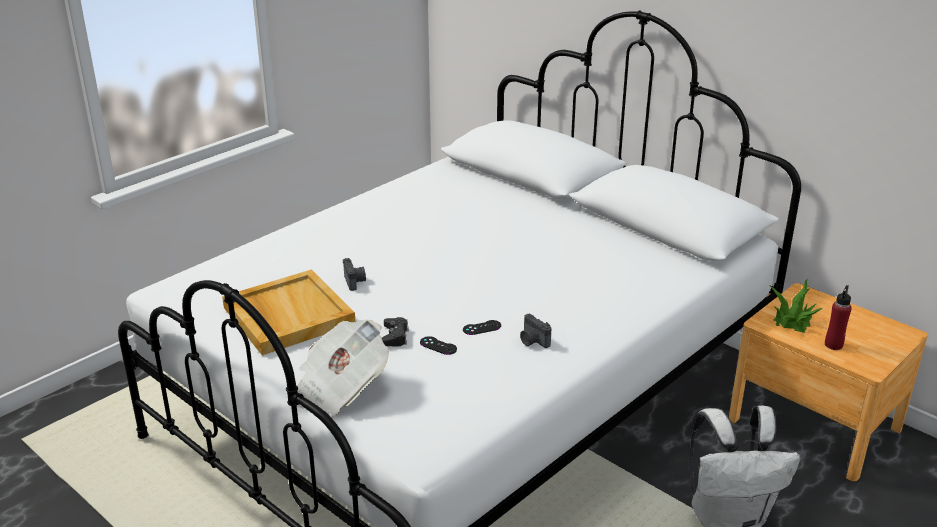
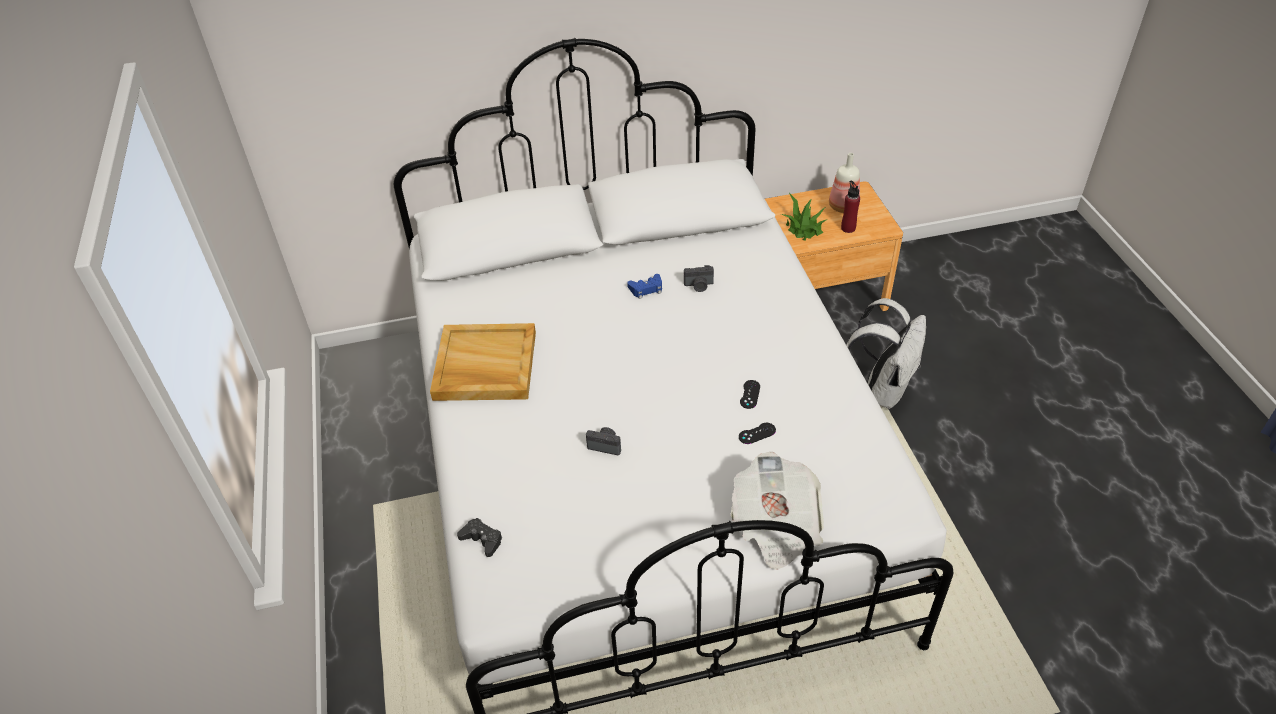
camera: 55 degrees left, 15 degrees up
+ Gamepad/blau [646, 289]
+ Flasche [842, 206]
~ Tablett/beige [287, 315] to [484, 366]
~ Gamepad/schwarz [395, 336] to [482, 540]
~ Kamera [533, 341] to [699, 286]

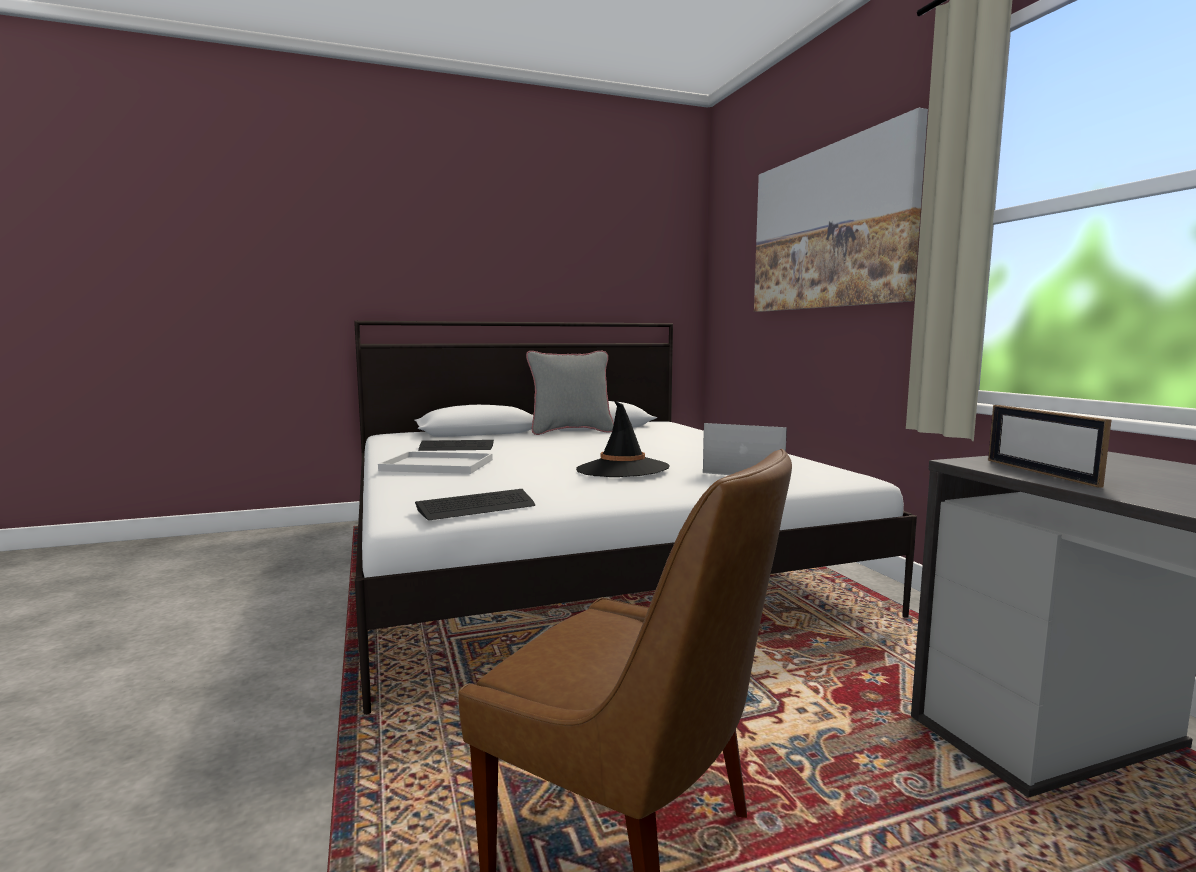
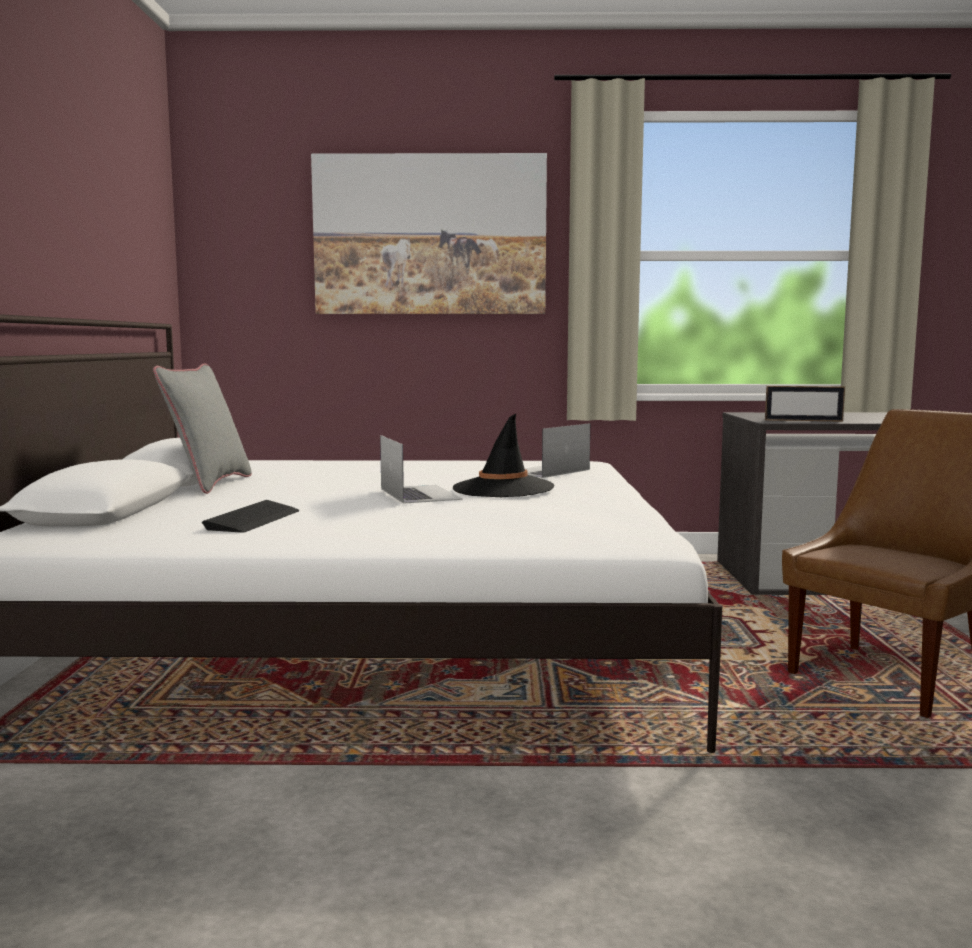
camera: 70 degrees left, 0 degrees up
- Tablett/weiß [440, 465]
- Tastatur [476, 507]
+ Laptop [419, 494]

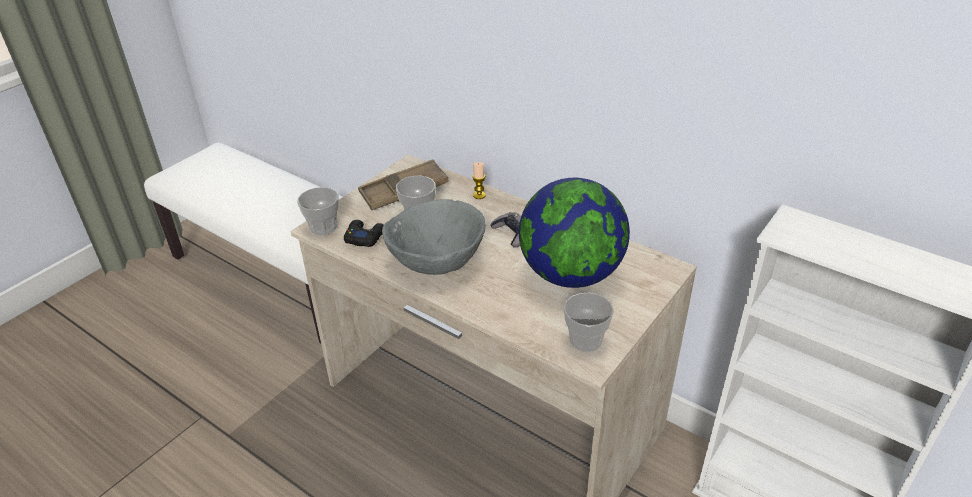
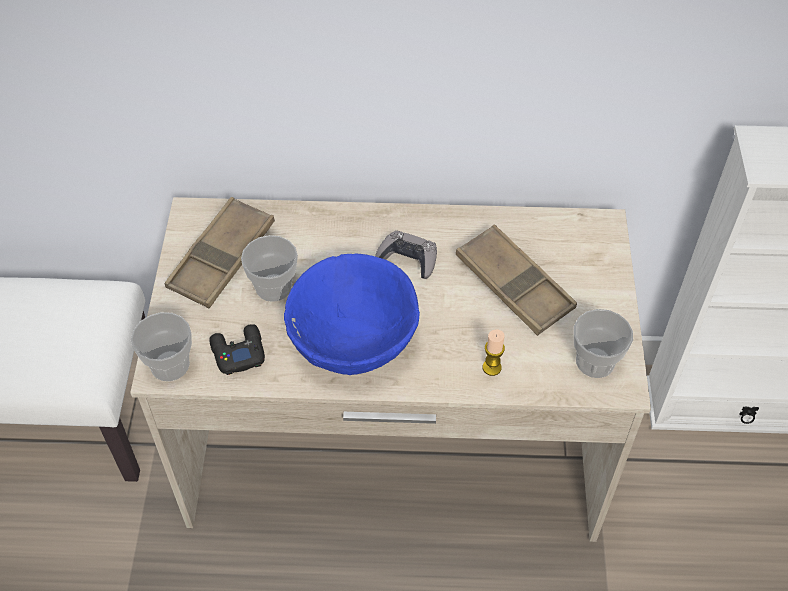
camera: 35 degrees left, 15 degrees up
~ Kerze [479, 195] to [492, 367]
~ Globus [570, 274] to Tablett/braun [514, 285]
~ Schüssel/grau [436, 258] to Schüssel/blau [351, 339]

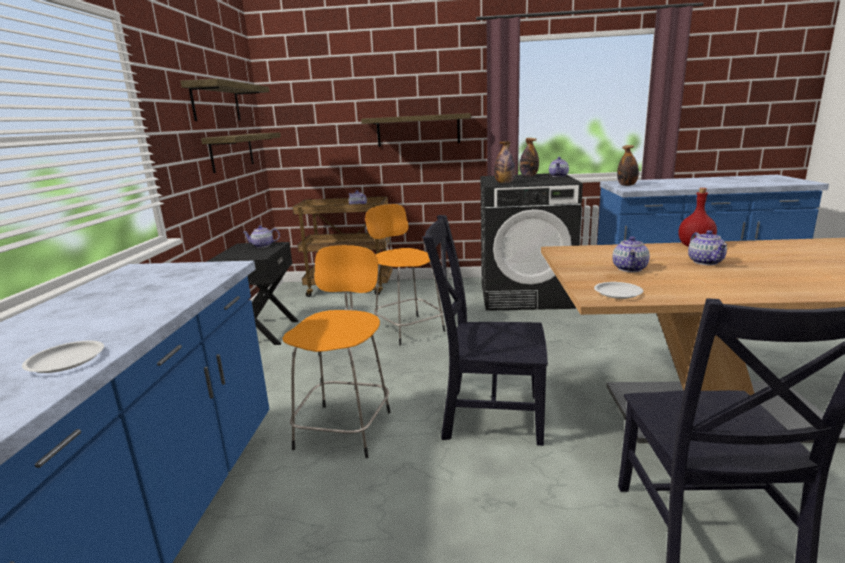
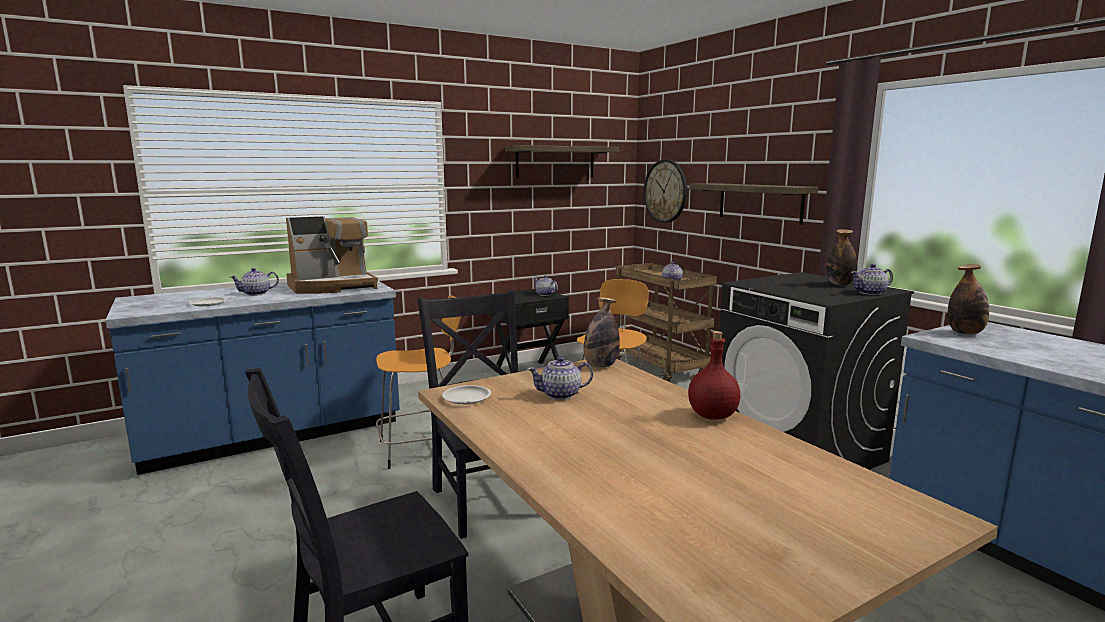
camera: 55 degrees right, 5 degrees down
- Wandregal [232, 152]
+ Kaffeemaschine [333, 286]
+ Wanduhr [665, 191]
~ Flasche [504, 183] to [600, 366]
~ Teekanne [705, 262] to [256, 293]

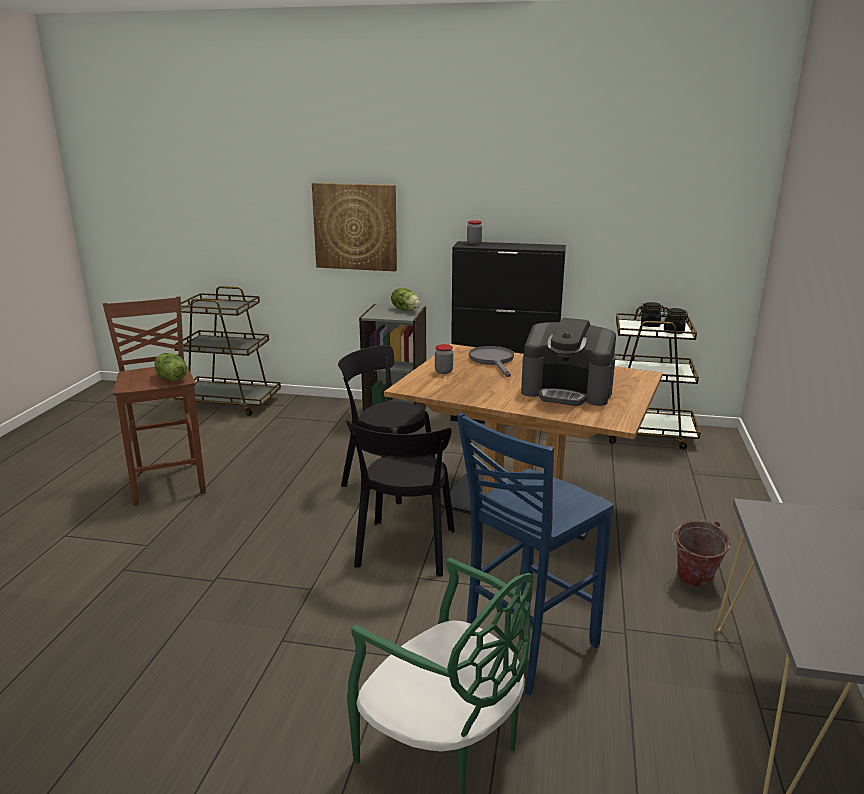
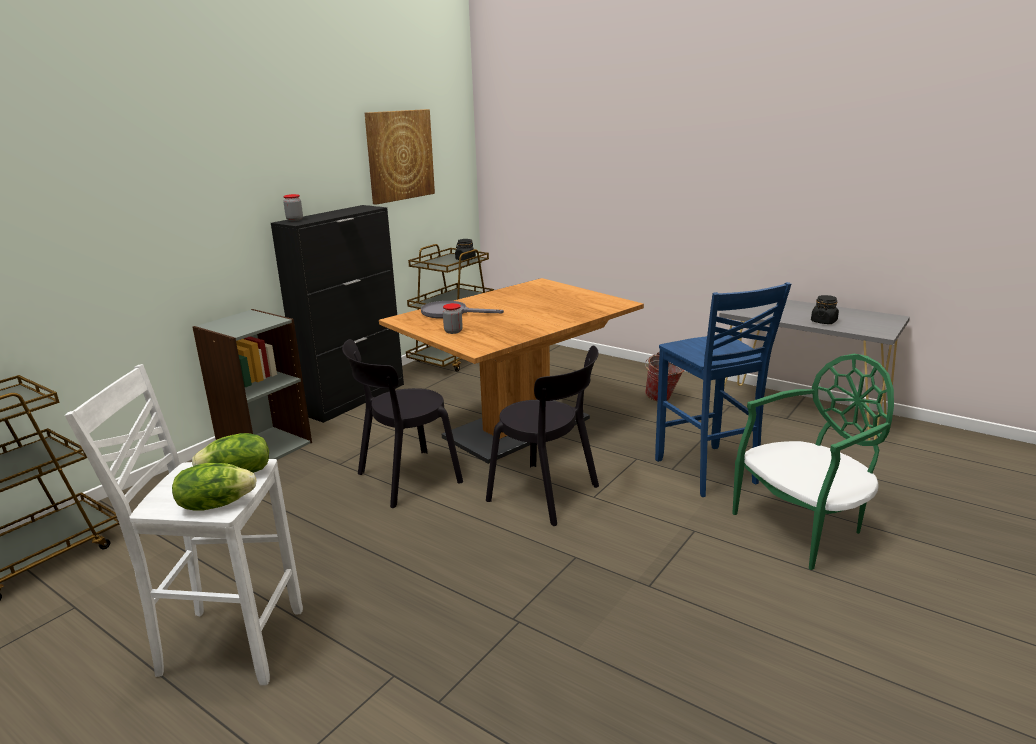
camera: 65 degrees left, 0 degrees up
- Kaffeemaschine [567, 391]
~ Bild [355, 227] to [399, 155]
~ Salatkopf [406, 309] to [215, 504]
~ Vorratsglas/schwarz [650, 325] to [823, 321]
~ Hocker/braun [169, 481] to Hocker/weiß [228, 643]

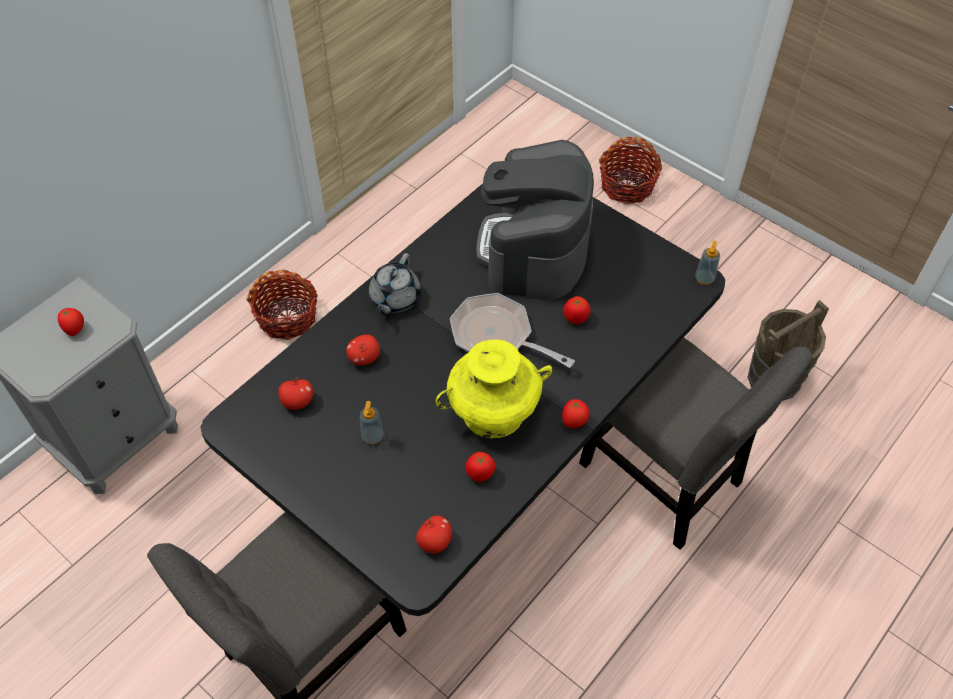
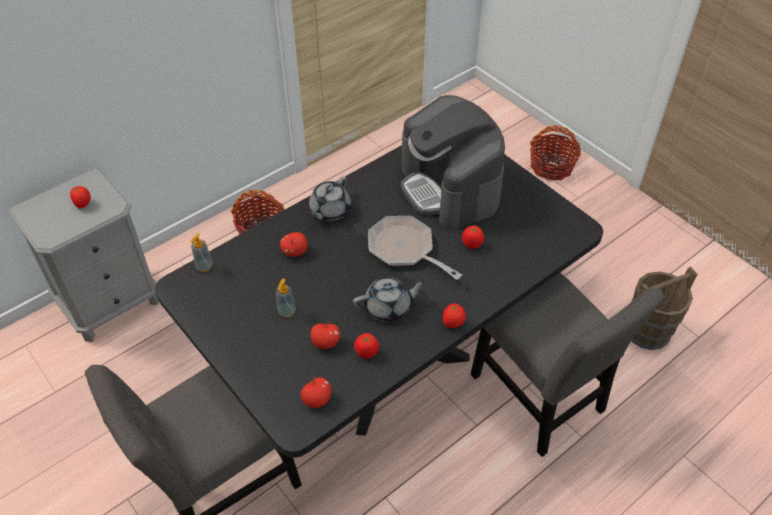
camera: 10 degrees right, 5 degrees down
~ Apfel [297, 402] to [325, 343]
~ Seifenspender [704, 279] to [204, 266]
~ Vase/gelb [494, 413] to Teekanne/grau [388, 307]
~ Kaffeemaschine [534, 249] = [449, 188] 45 degrees counterclockwise

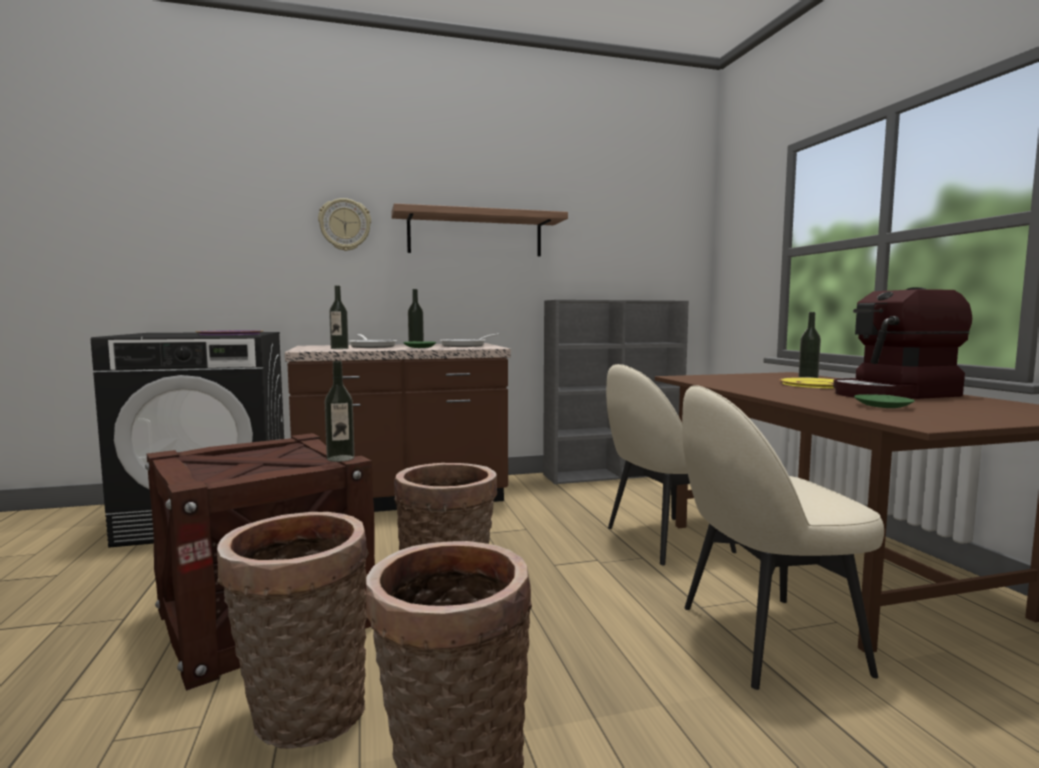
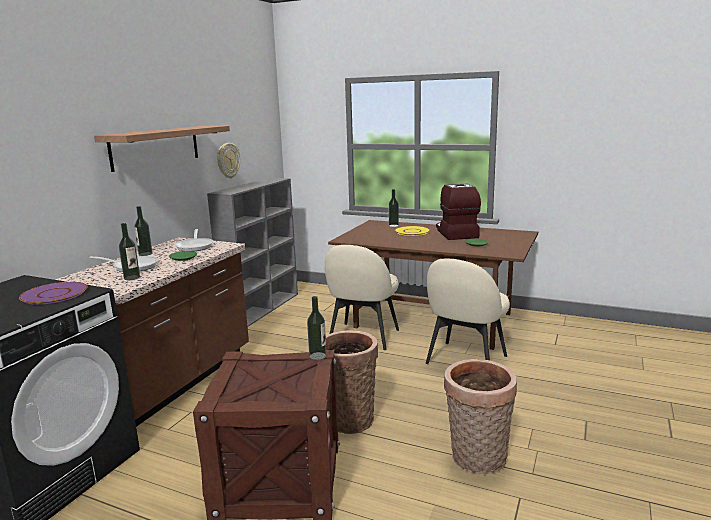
camera: 50 degrees left, 10 degrees up
- Korb [302, 716]
~ Wanduhr [345, 225] to [228, 160]
~ Kaffeemaschine [894, 394] = [455, 233] 150 degrees clockwise

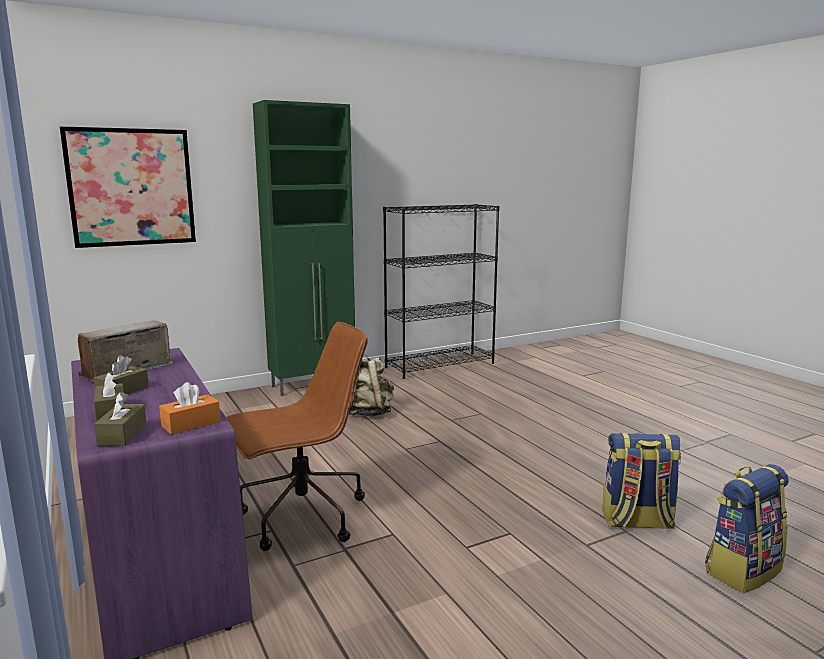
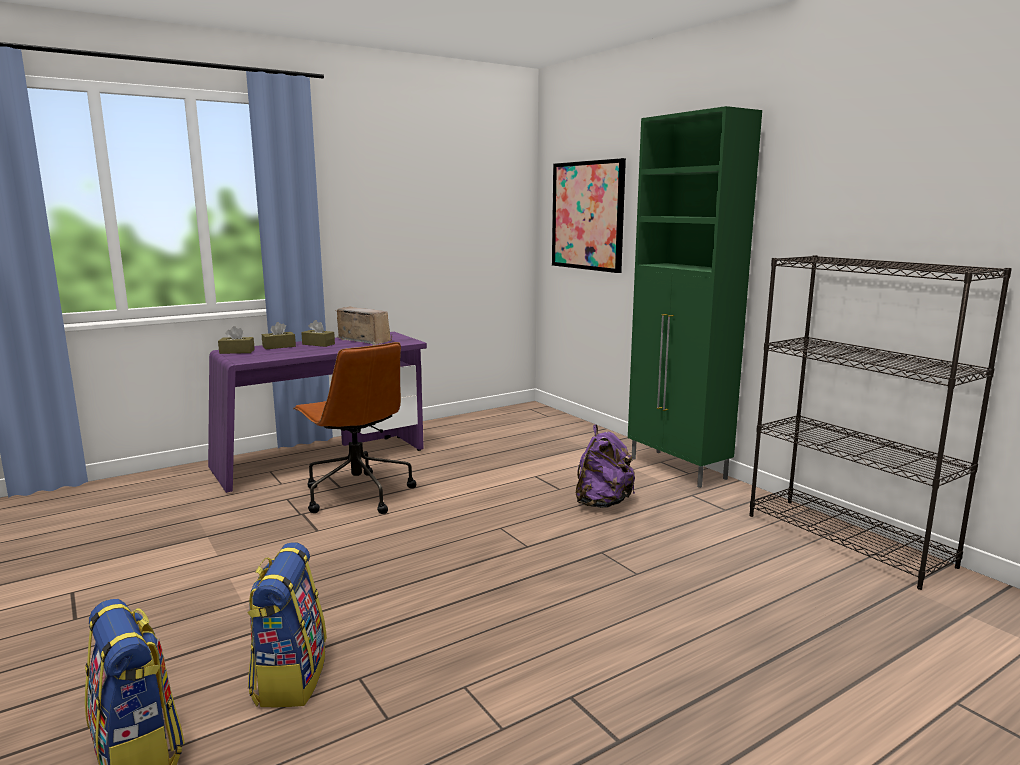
camera: 85 degrees right, 0 degrees up
- Taschentuchbox/orange [191, 424]
~ Rucksack/beige [369, 413] to Rucksack/lila [602, 503]

